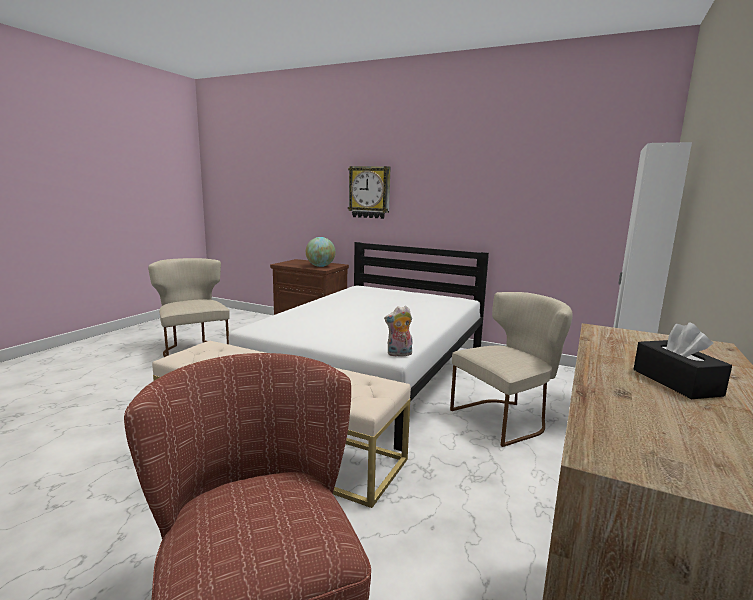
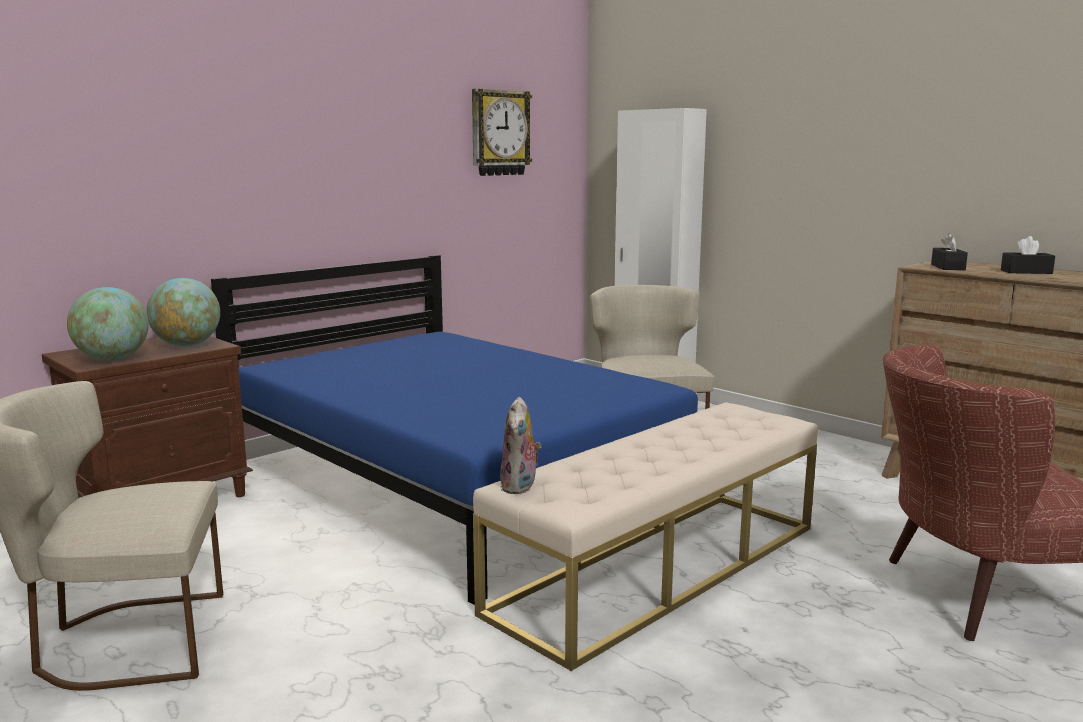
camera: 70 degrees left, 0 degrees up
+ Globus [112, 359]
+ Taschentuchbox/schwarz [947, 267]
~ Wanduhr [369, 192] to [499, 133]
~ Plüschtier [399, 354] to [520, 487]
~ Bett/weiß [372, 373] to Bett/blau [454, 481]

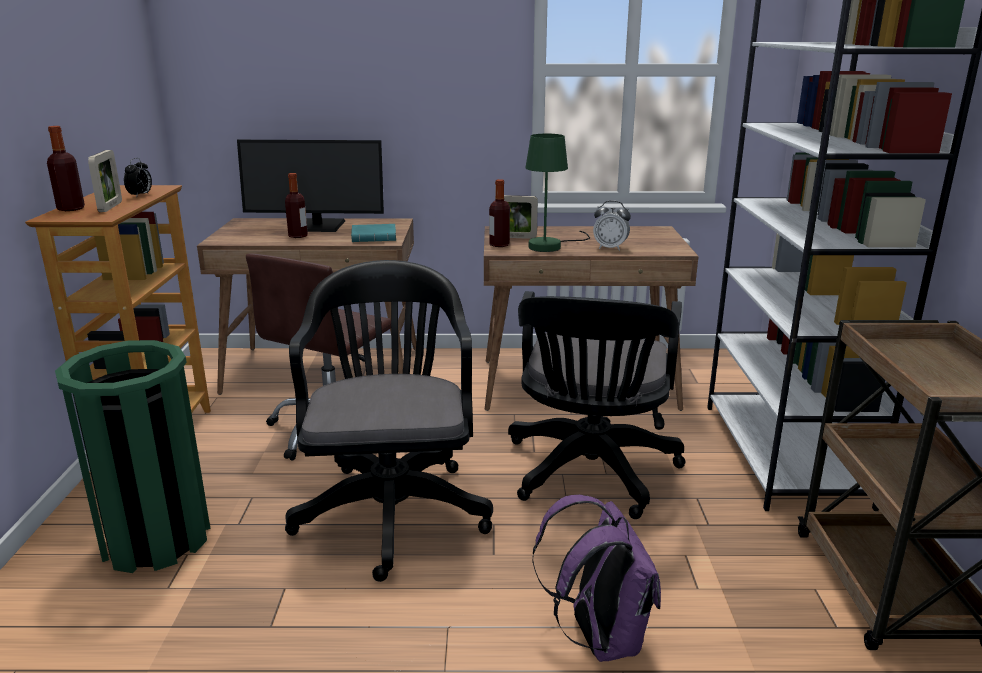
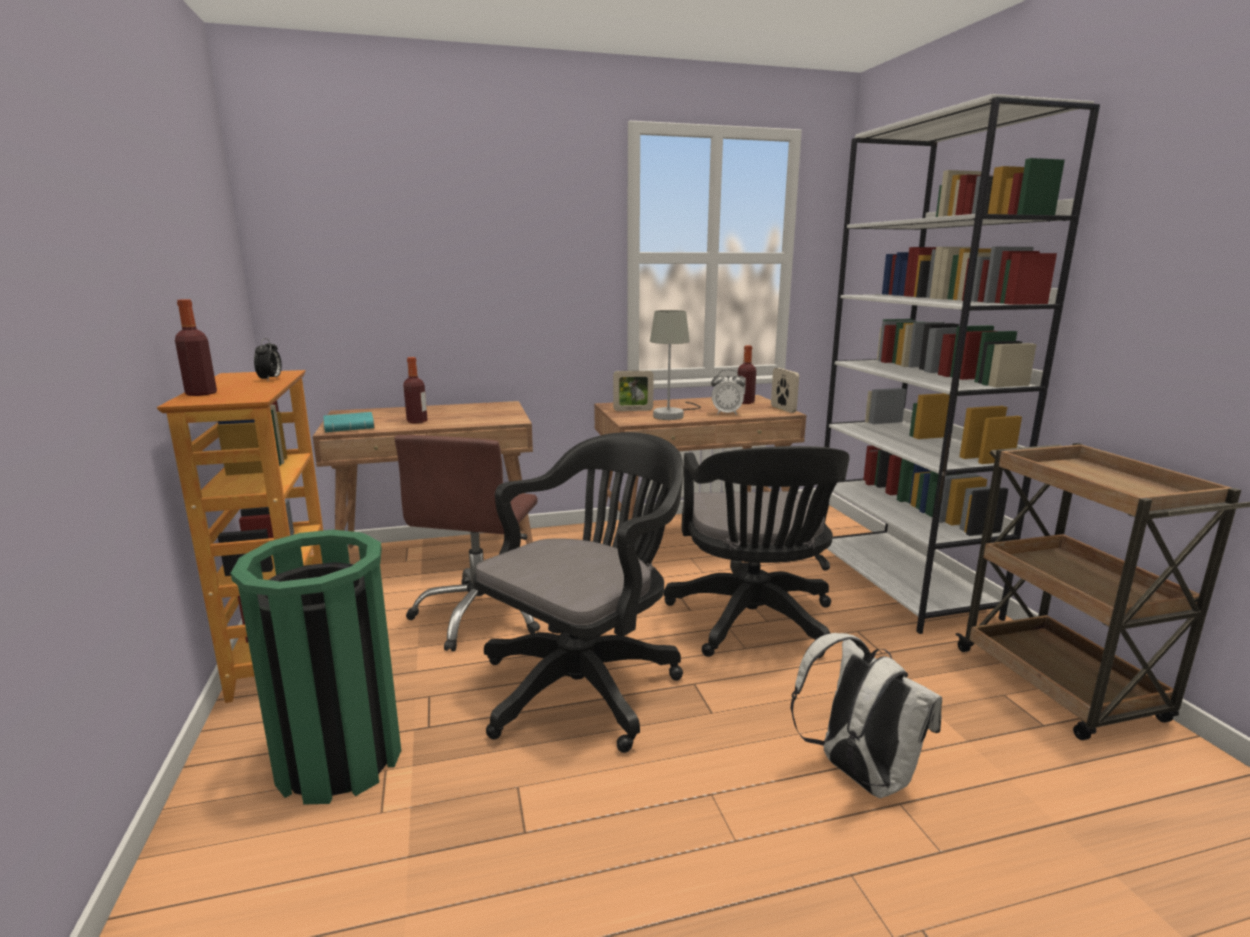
camera: 15 degrees left, 5 degrees down
- Monitor [317, 226]
~ Bilderrahmen [110, 207] to [783, 409]
~ Buch/türkis [375, 238] to [351, 427]
~ Flasche [499, 245] to [745, 402]
~ Tischlampe/grün [552, 245] to Tischlampe/grau [673, 414]
~ Rucksack/lila [599, 637] to Rucksack/weiß [858, 775]
~ Bürostuhl/schwarz [392, 508] = [586, 683] 60 degrees clockwise

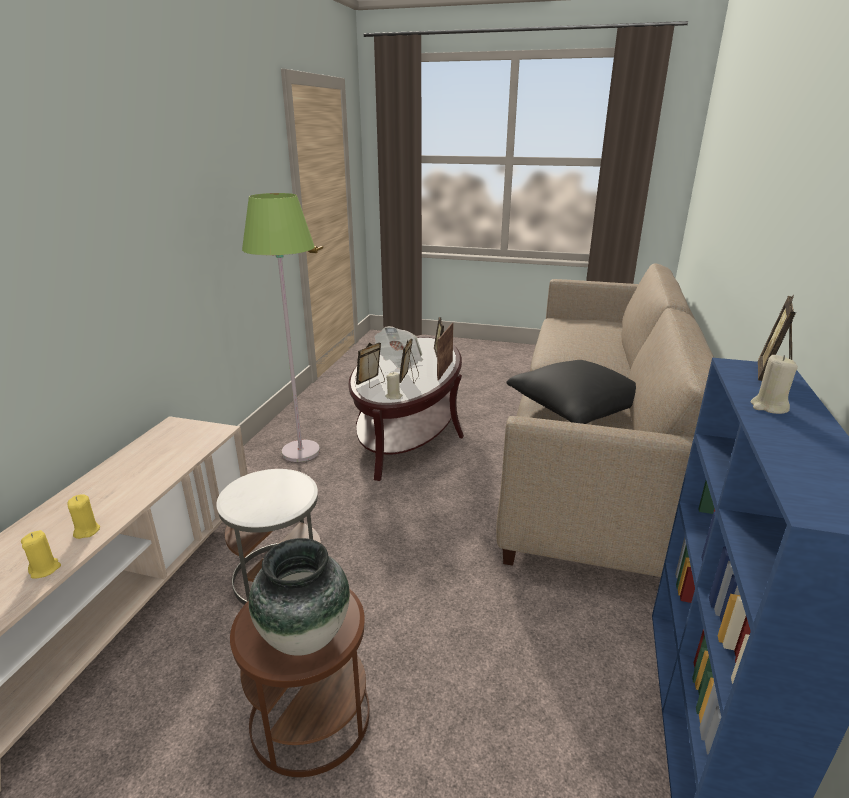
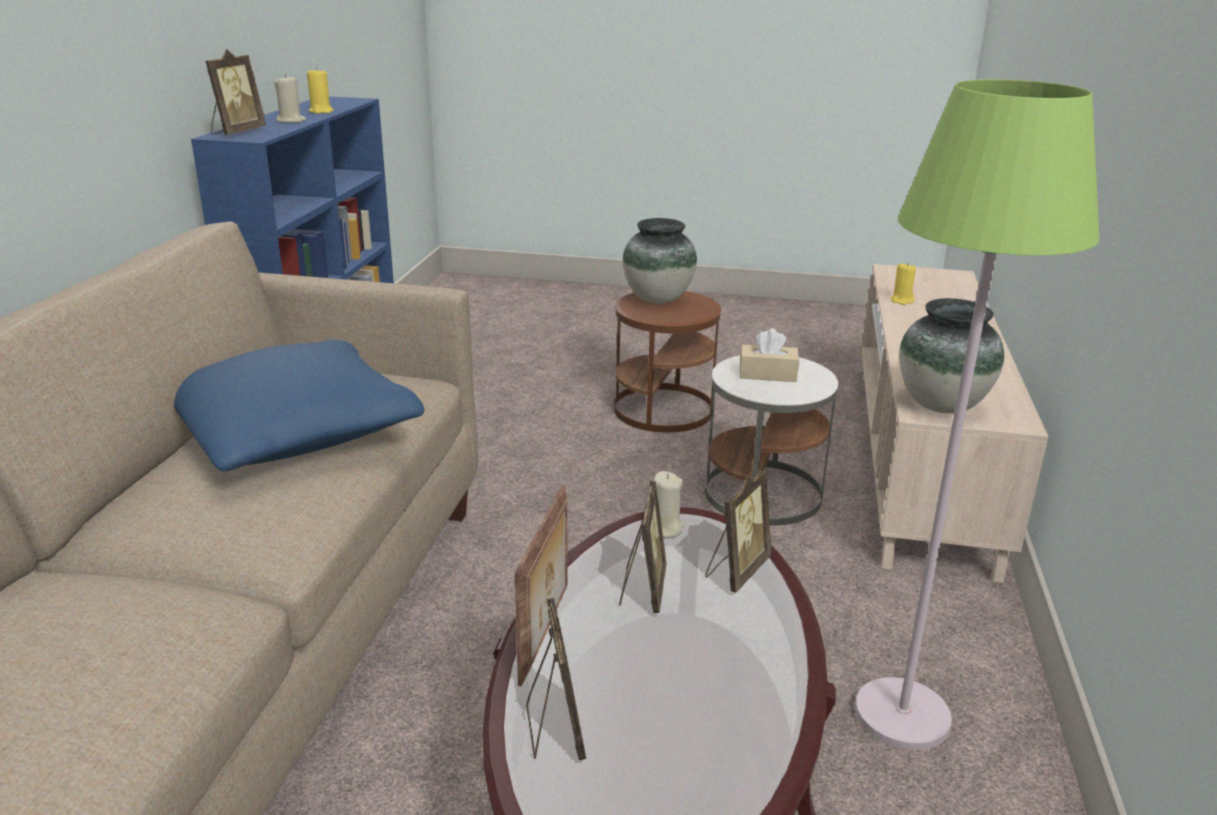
camera: 175 degrees right, 0 degrees up
- Zeitung [399, 360]
+ Taschentuchbox/beige [767, 374]
+ Vase [942, 405]
~ Kerze/gelb [86, 531] to [321, 111]
~ Kissen/schwarz [576, 408] to Kissen/blau [295, 433]

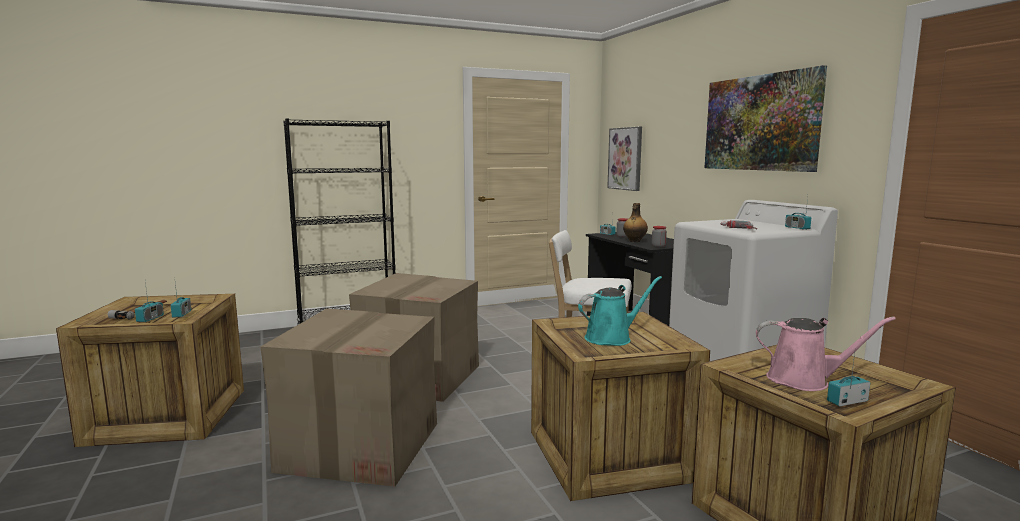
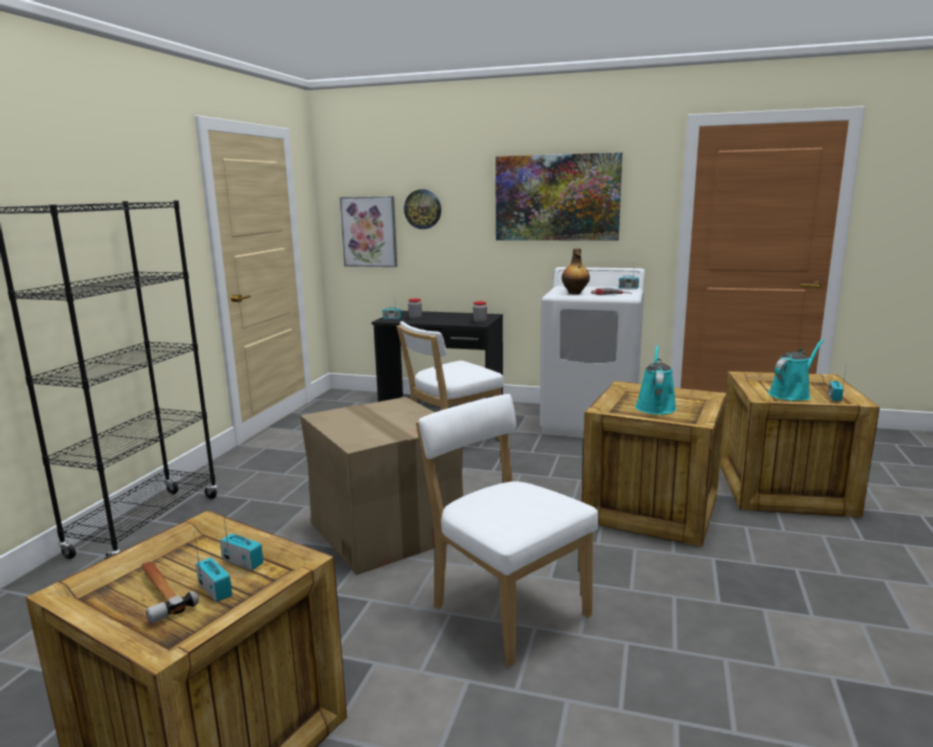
camera: 50 degrees left, 5 degrees up
+ Wanduhr [422, 209]
~ Flasche [634, 241] to [574, 293]
~ Karton [361, 445] to Stuhl/weiß [505, 608]
~ Gießkanne/rosa [804, 380] to Gießkanne/türkis [791, 394]

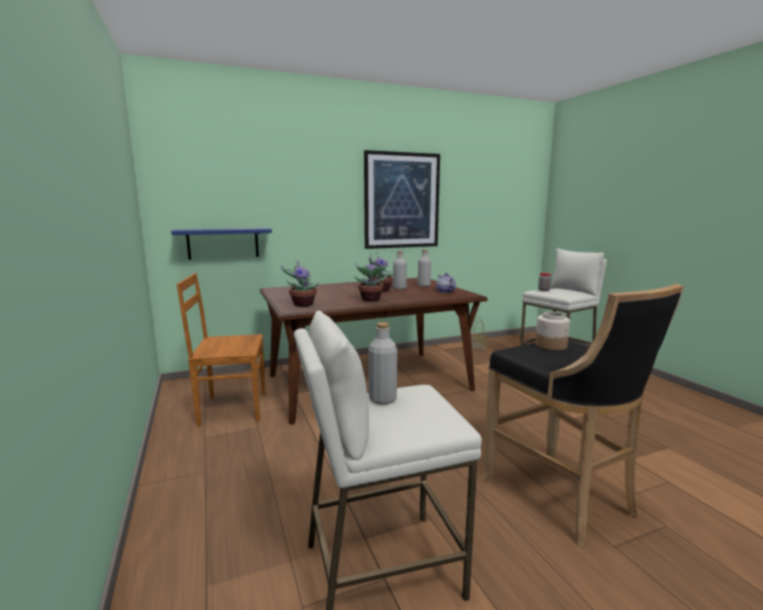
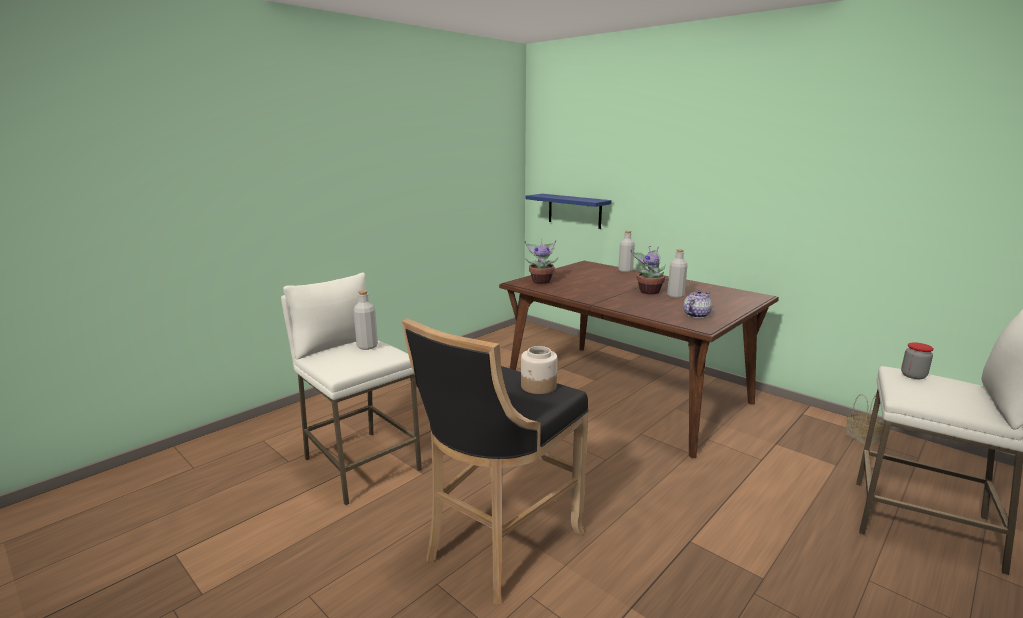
camera: 65 degrees right, 5 degrees up
- Stuhl/braun [231, 408]
- Topfpflanze [370, 300]
- Bild [402, 200]
~ Flasche/grau [424, 285] to [625, 270]

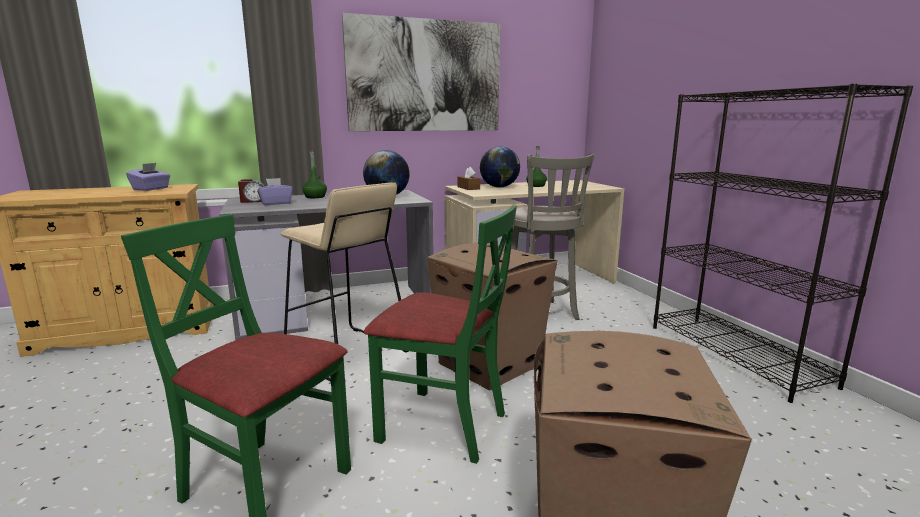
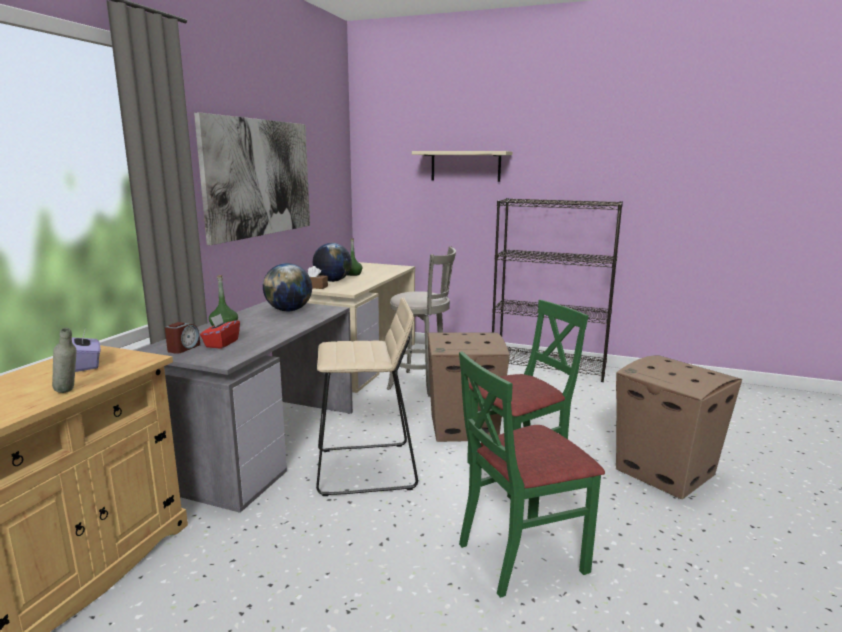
camera: 50 degrees left, 0 degrees up
+ Flasche/grau [69, 392]
+ Wandregal/beige [465, 166]
~ Taschentuchbox/lila [276, 203] to Taschentuchbox/rot [221, 343]

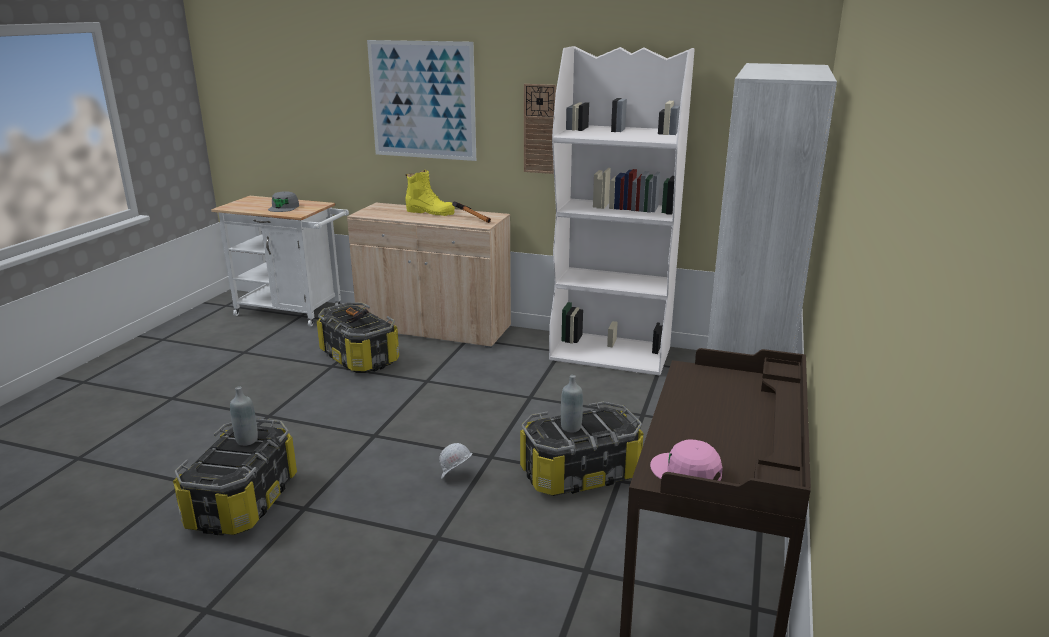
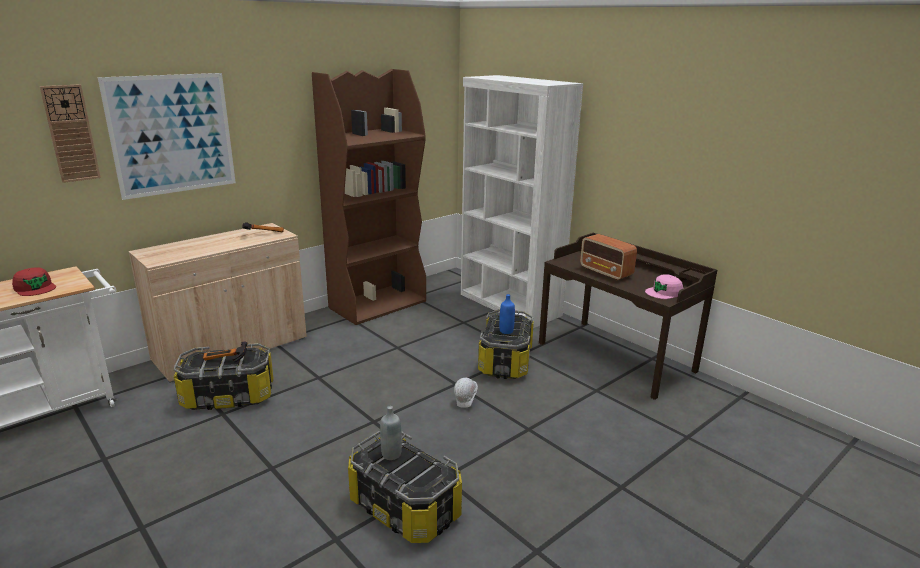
camera: 60 degrees left, 0 degrees up
- Stiefel/gelb [430, 212]
+ Radio [606, 272]
~ Wanduhr [540, 129] to [71, 133]
~ Kappe/grau [284, 207] to Kappe/rot [35, 288]
~ Bücherregal/weiß [611, 354] to Bücherregal/braun [378, 304]
~ Flasche/grau [571, 427] to Flasche/blau [506, 331]

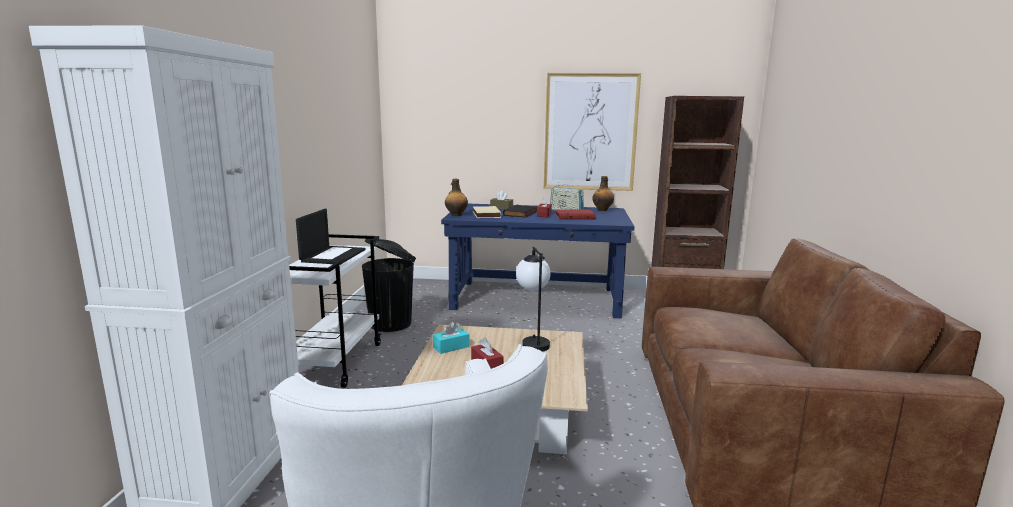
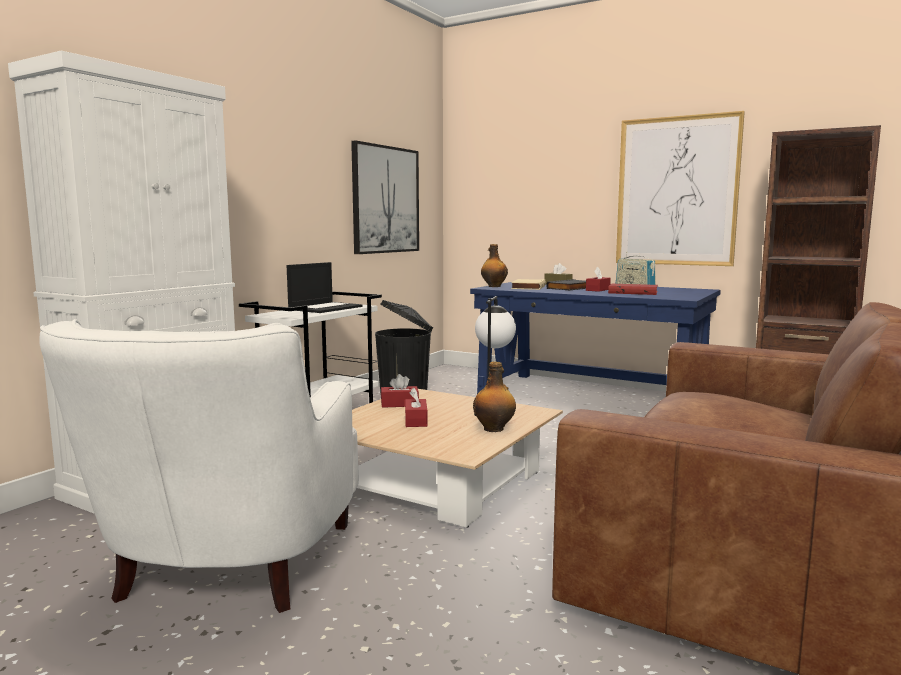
camera: 25 degrees right, 5 degrees down
+ Bild [385, 200]
~ Flasche [602, 210] to [494, 429]
~ Taschentuchbox/türkis [451, 347] to Taschentuchbox/rot [399, 404]

